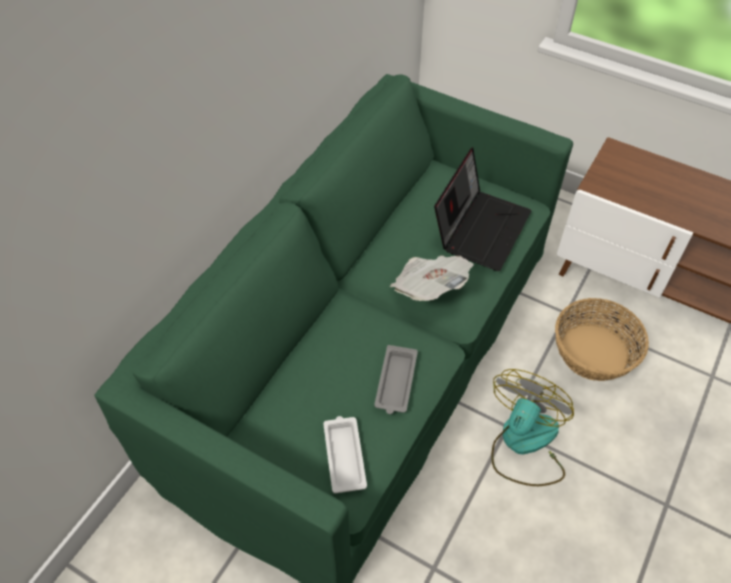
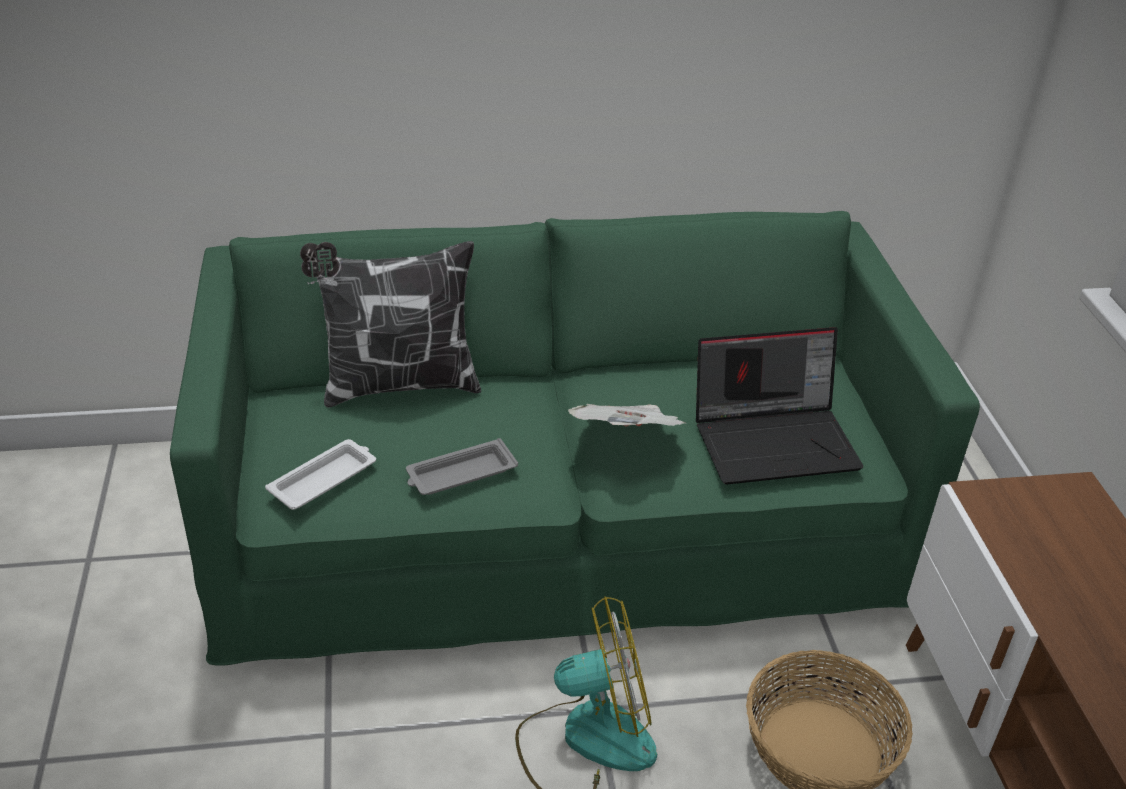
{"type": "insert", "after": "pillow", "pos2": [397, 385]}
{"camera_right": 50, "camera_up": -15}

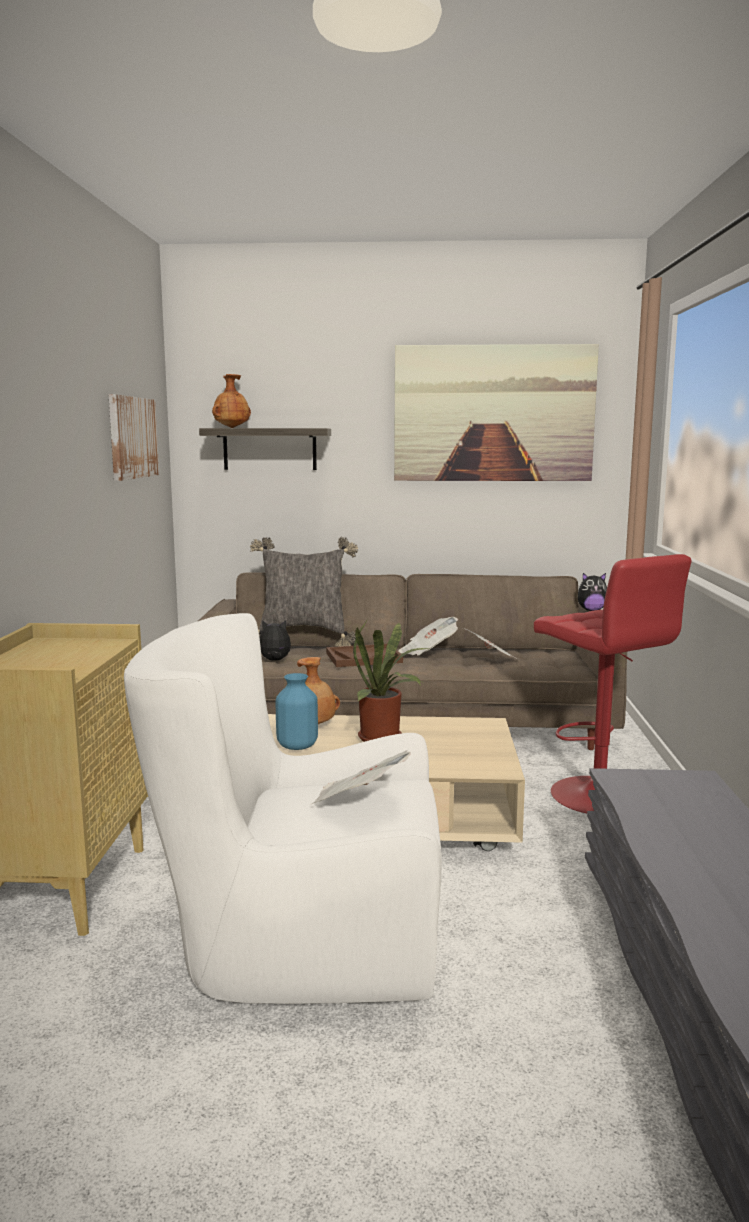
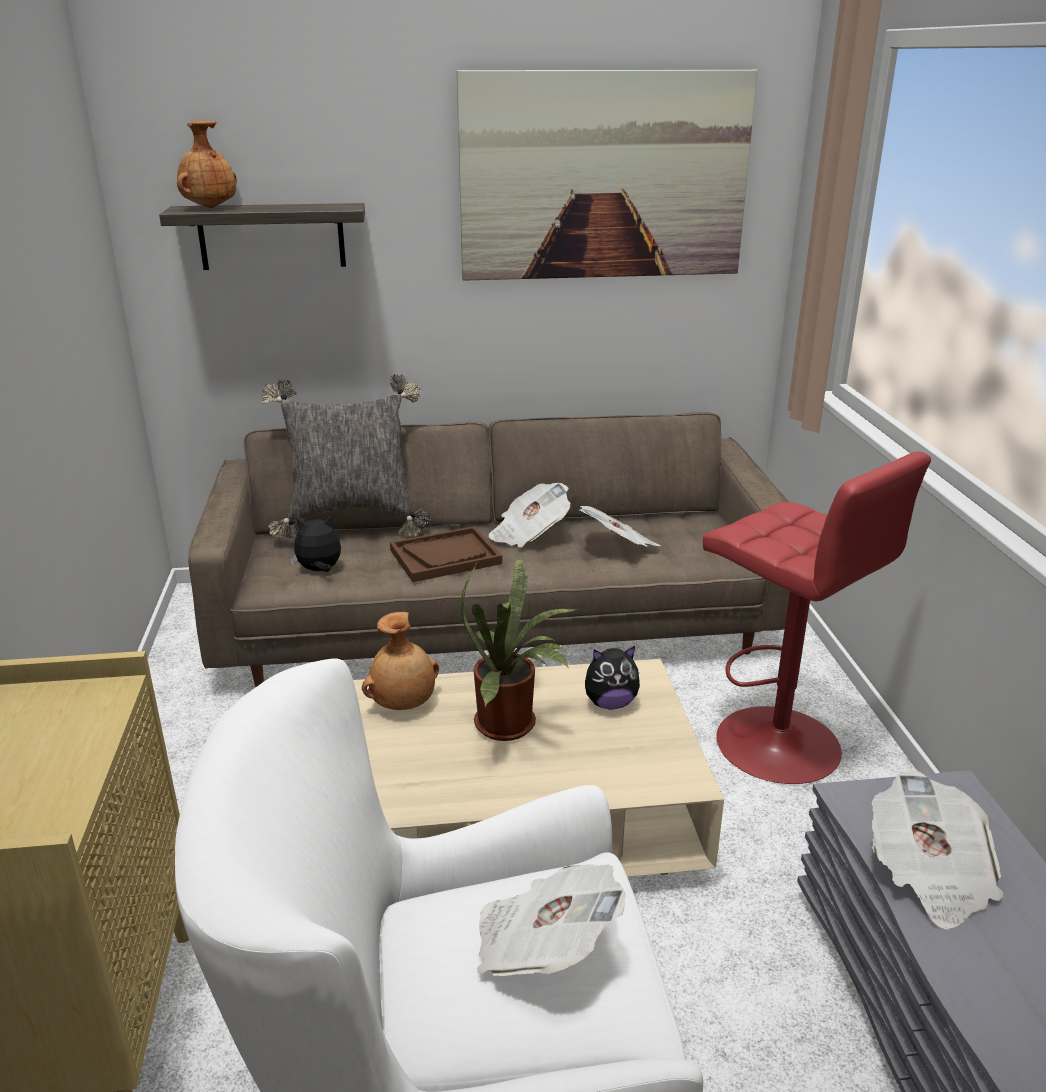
{"type": "delete", "before": "wall picture", "pos1": [132, 437]}
{"type": "delete", "before": "bluish flower vase", "pos1": [297, 746]}
{"type": "move", "before": "soft toy", "pos1": [591, 610], "pos2": [610, 703]}
{"type": "insert", "after": "newspaper", "pos2": [929, 875]}
{"camera_right": -10, "camera_up": 15}

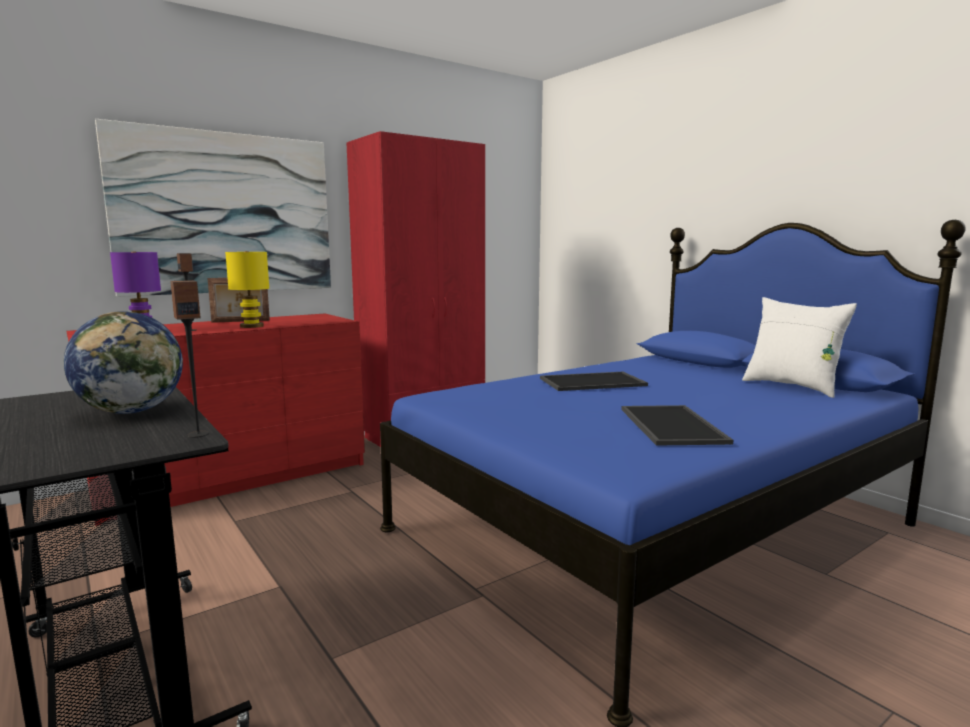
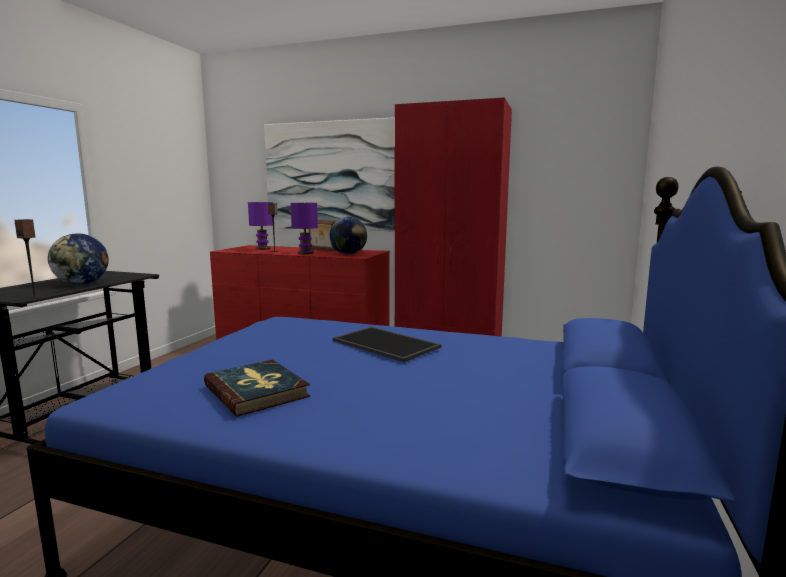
{"type": "recolor", "before": "yellow-coloured lamp for a table", "after": "purplish lamp for a table", "pos1": [252, 326], "pos2": [306, 253]}
{"type": "replace", "before": "tray", "after": "volume", "pos1": [669, 425], "pos2": [257, 391]}
{"type": "delete", "before": "white pillow", "pos1": [791, 387]}
{"type": "insert", "after": "globe", "pos2": [348, 254]}
{"camera_right": 55, "camera_up": 0}

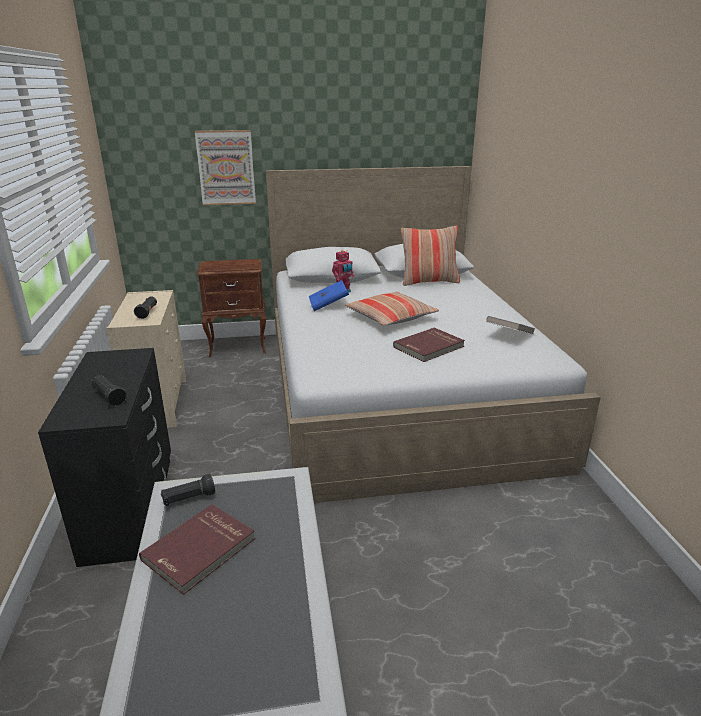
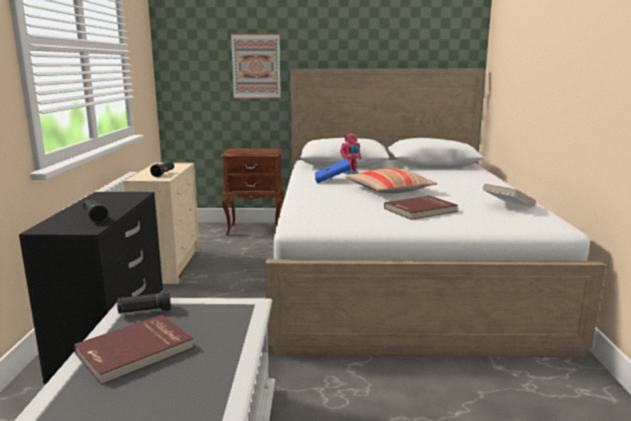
{"type": "delete", "before": "pillow", "pos1": [429, 281]}
{"camera_right": 10, "camera_up": -10}

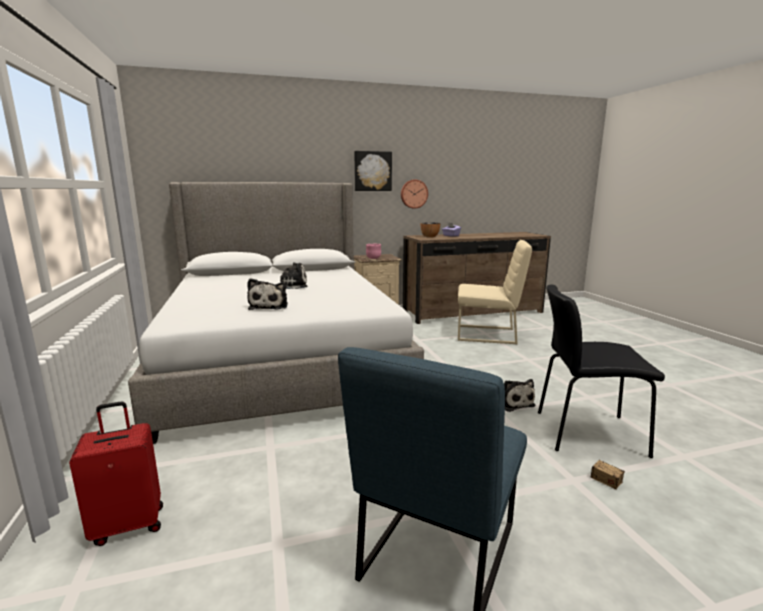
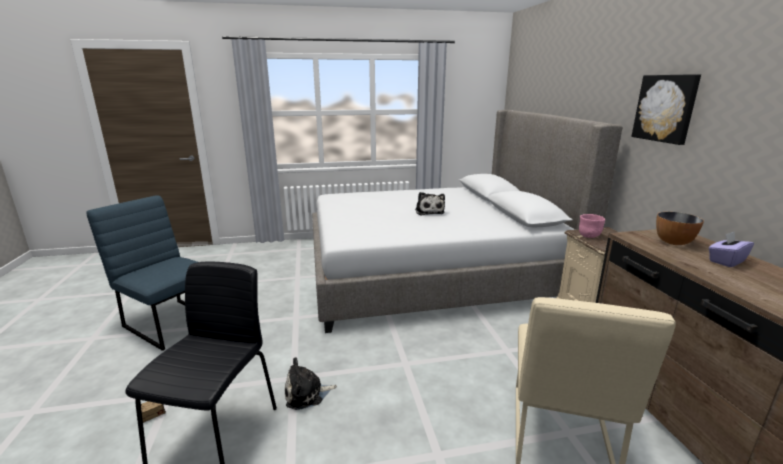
{"type": "delete", "before": "red piece of luggage", "pos1": [129, 524]}
{"type": "delete", "before": "soft toy", "pos1": [269, 306]}
{"type": "delete", "before": "hanging clock", "pos1": [413, 194]}
{"camera_right": 95, "camera_up": 5}

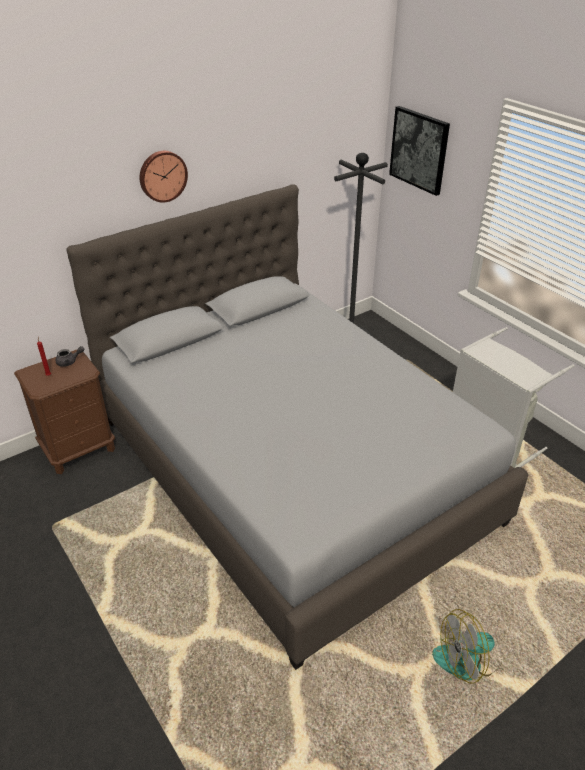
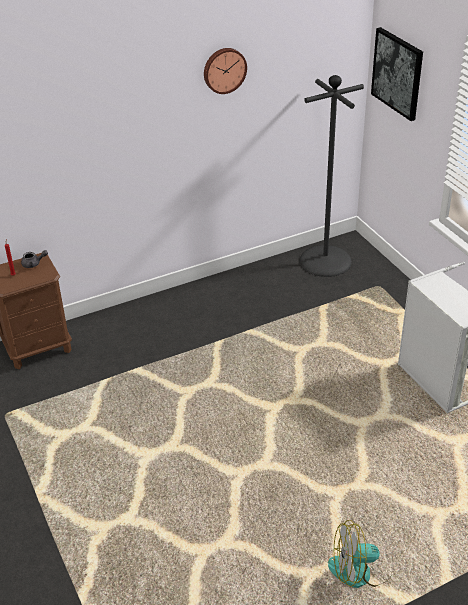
{"type": "delete", "before": "grey bedroom bed", "pos1": [292, 468]}
{"type": "move", "before": "hanging clock", "pos1": [162, 176], "pos2": [224, 70]}
{"camera_right": 10, "camera_up": 0}

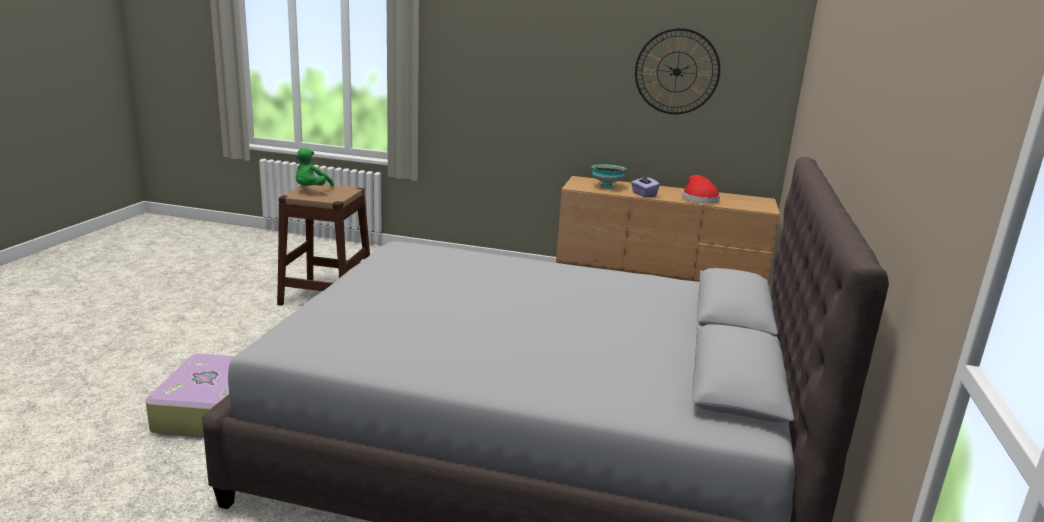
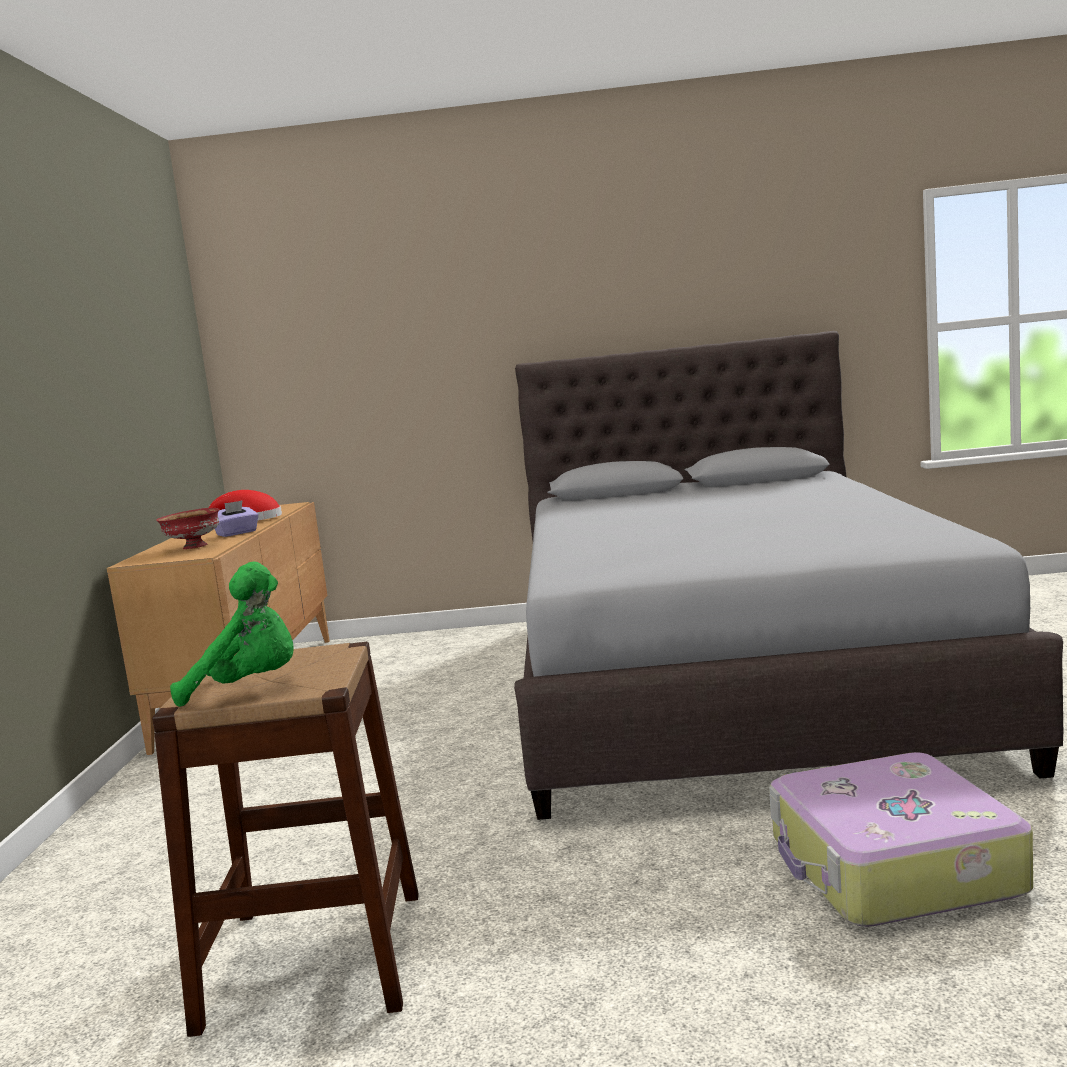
{"type": "recolor", "before": "blue-green serving bowl", "after": "red serving bowl", "pos1": [606, 187], "pos2": [193, 547]}
{"type": "delete", "before": "hanging clock", "pos1": [677, 72]}
{"camera_right": -100, "camera_up": -10}

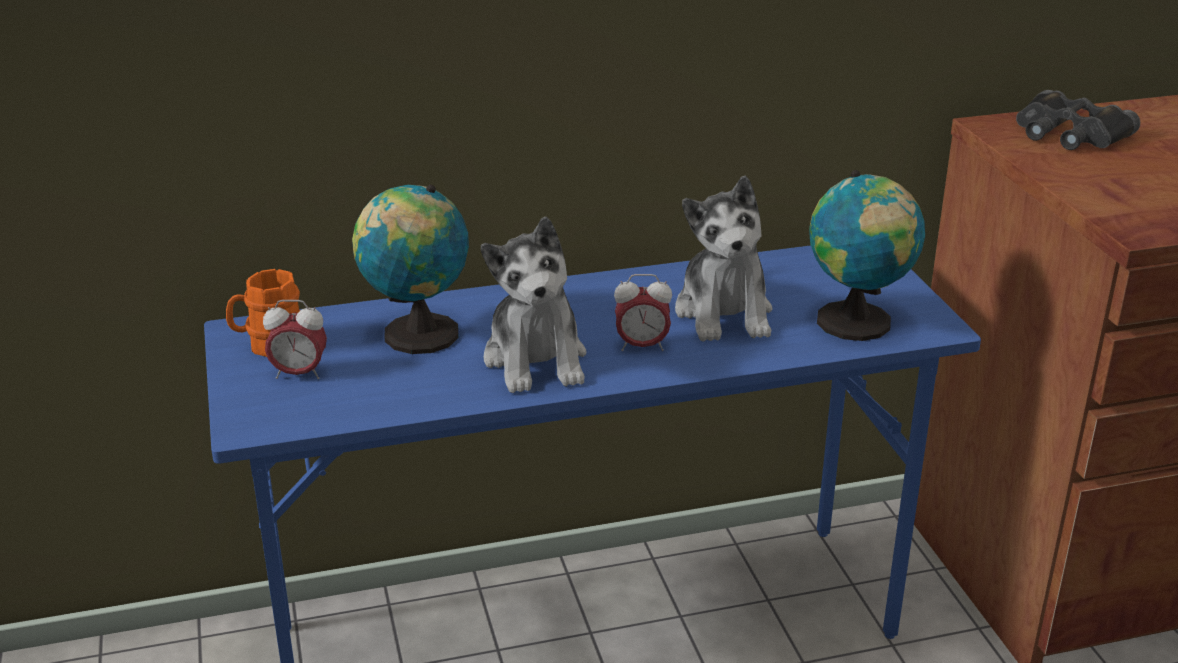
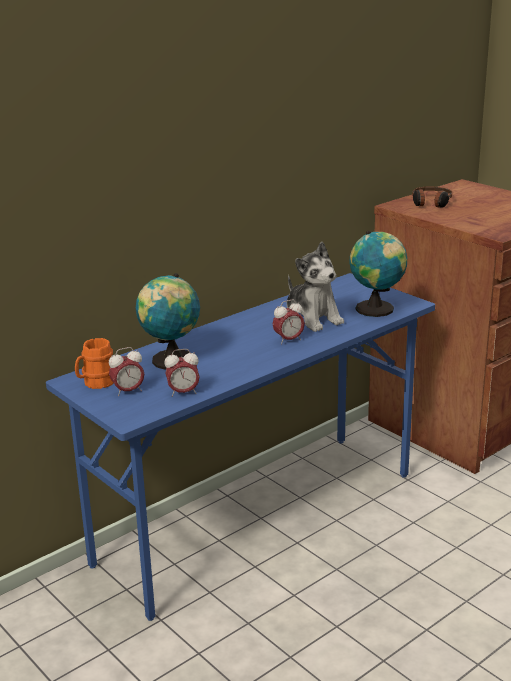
{"type": "delete", "before": "soft toy", "pos1": [536, 360]}
{"type": "replace", "before": "black-coloured binoculars", "after": "pair of headphones", "pos1": [1069, 134], "pos2": [431, 203]}
{"type": "insert", "after": "table clock", "pos2": [183, 392]}
{"camera_right": -25, "camera_up": -5}

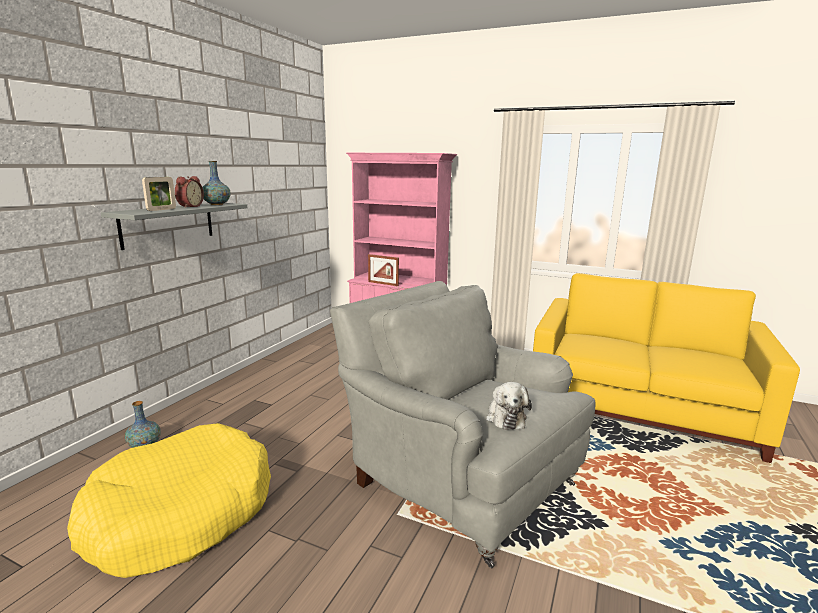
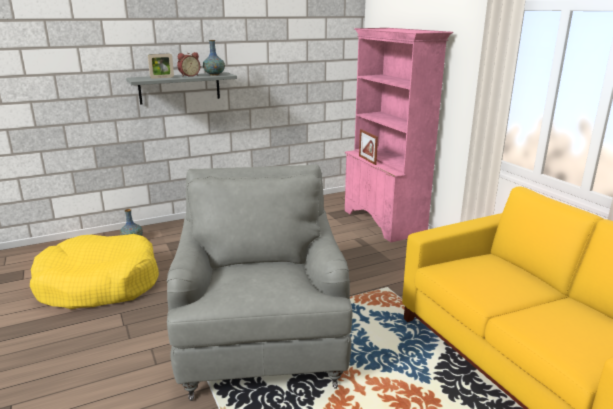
{"type": "delete", "before": "soft toy", "pos1": [505, 417]}
{"camera_right": 40, "camera_up": 5}

